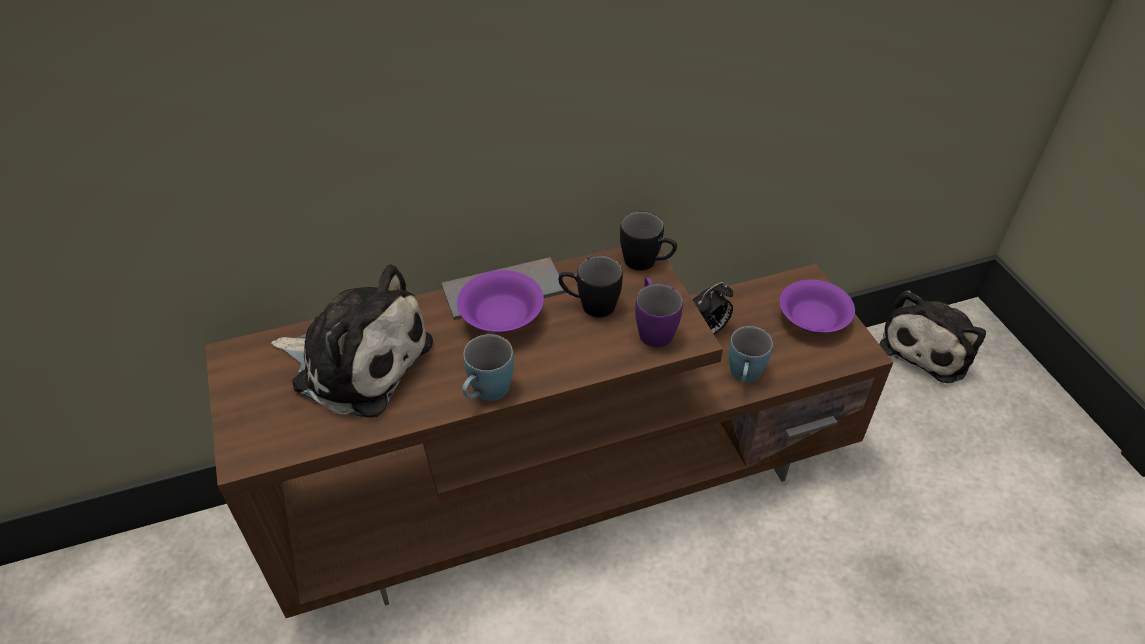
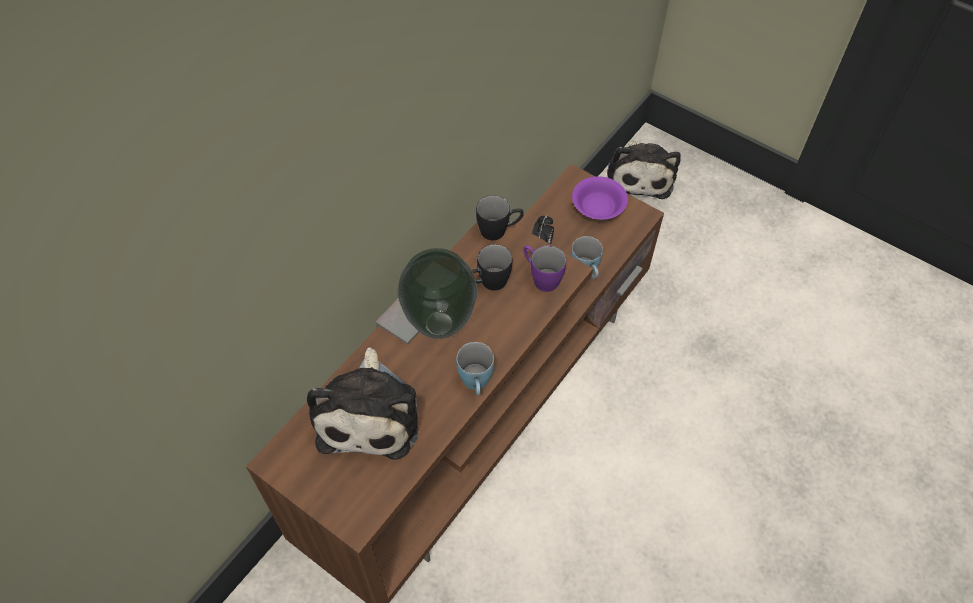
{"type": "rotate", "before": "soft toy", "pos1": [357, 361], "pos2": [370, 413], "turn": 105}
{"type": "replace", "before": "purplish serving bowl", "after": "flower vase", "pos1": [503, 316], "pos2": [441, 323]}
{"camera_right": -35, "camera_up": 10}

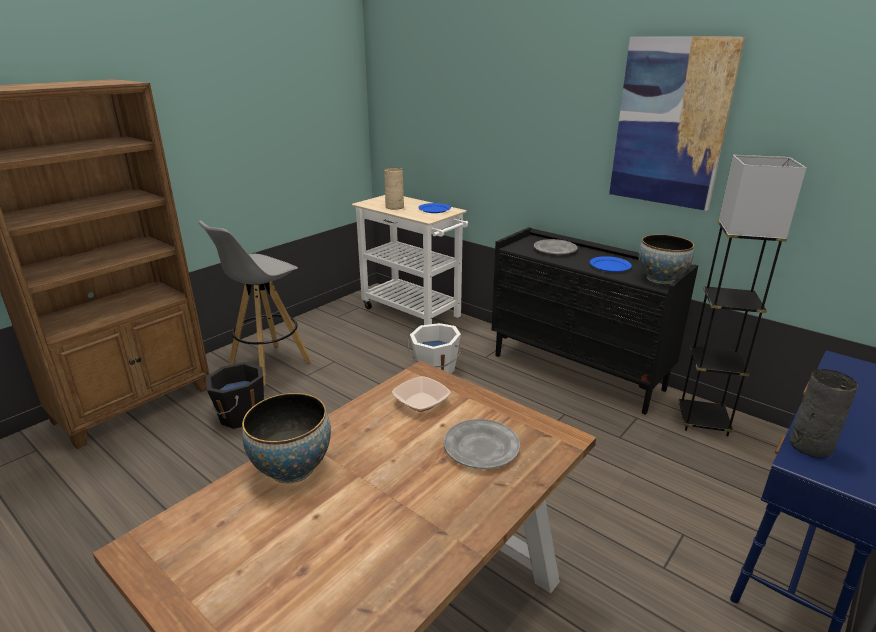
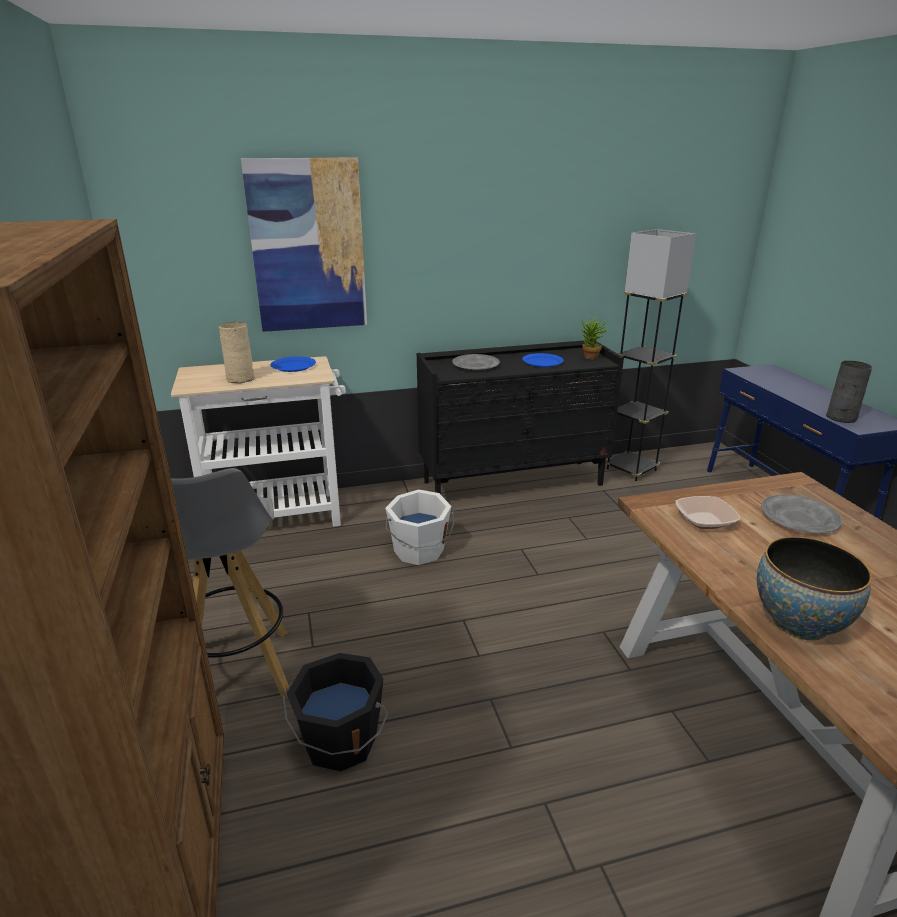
{"type": "move", "before": "wall picture", "pos1": [671, 123], "pos2": [308, 246]}
{"type": "replace", "before": "serving bowl", "after": "houseplant", "pos1": [660, 279], "pos2": [590, 358]}
{"camera_right": -55, "camera_up": 0}

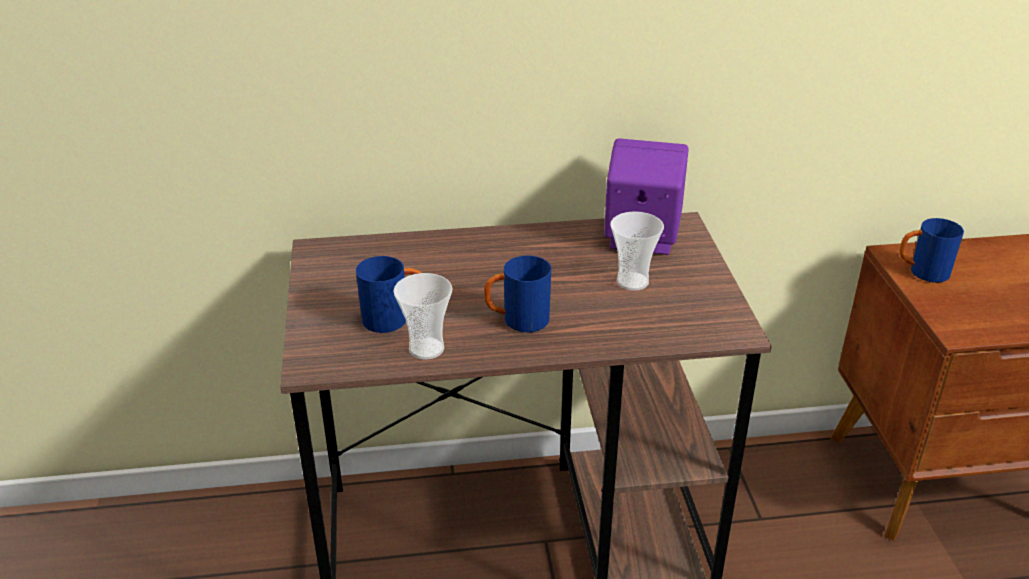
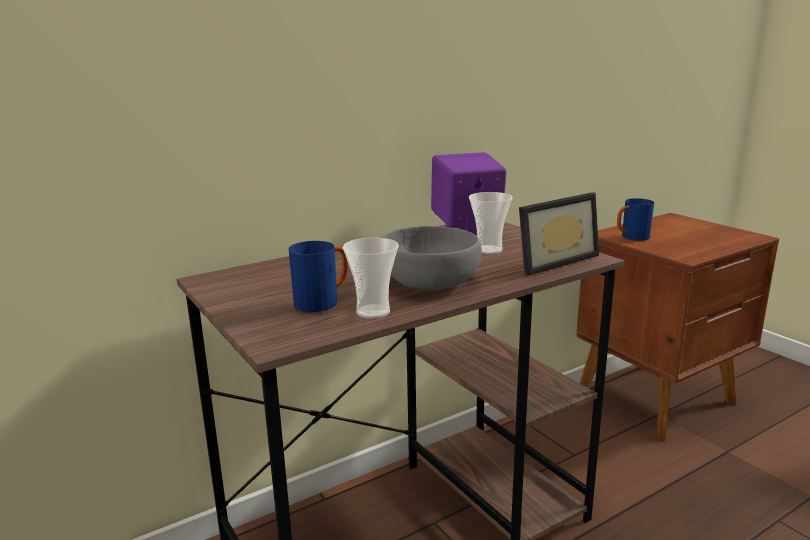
{"type": "replace", "before": "bluish tea mug", "after": "grey serving bowl", "pos1": [517, 321], "pos2": [430, 283]}
{"type": "insert", "after": "picture frame", "pos2": [551, 261]}
{"camera_right": -25, "camera_up": -15}

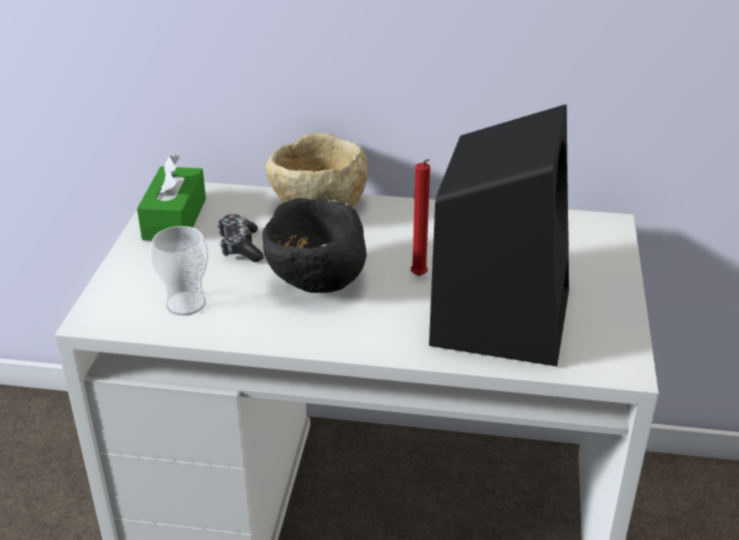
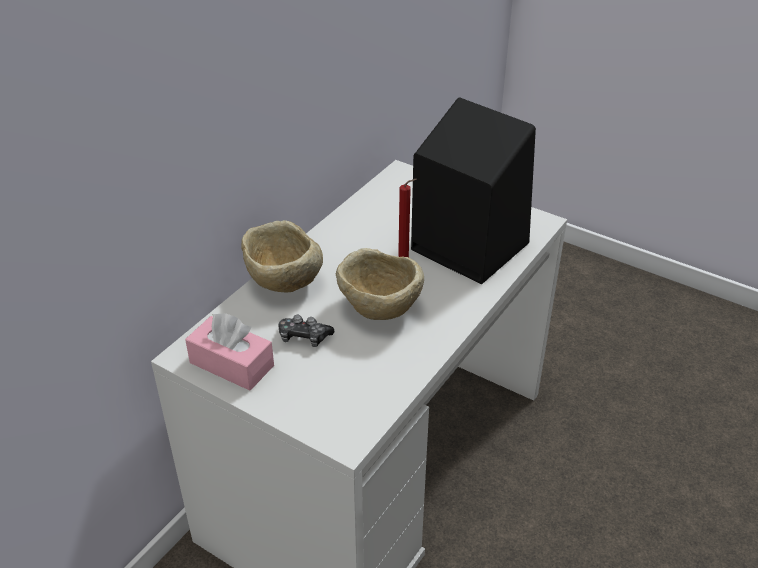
{"type": "recolor", "before": "green-coloured tissue holder", "after": "pink-coloured tissue holder", "pos1": [174, 219], "pos2": [231, 364]}
{"type": "delete", "before": "small cup", "pos1": [186, 304]}
{"type": "recolor", "before": "black-coloured serving bowl", "after": "beige serving bowl", "pos1": [316, 282], "pos2": [379, 312]}
{"camera_right": -65, "camera_up": 5}

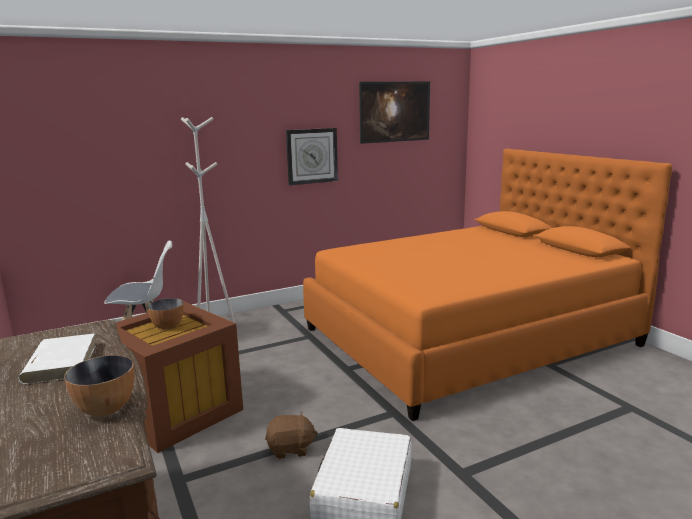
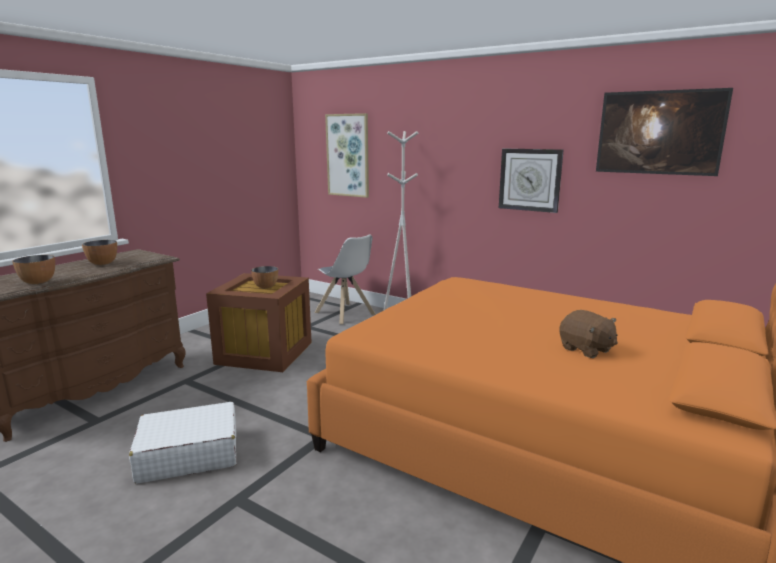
{"type": "replace", "before": "white volume", "after": "serving bowl", "pos1": [61, 362], "pos2": [103, 263]}
{"type": "move", "before": "brown-coloured soft toy", "pos1": [291, 449], "pos2": [586, 349]}
{"type": "insert", "after": "wall picture", "pos2": [348, 155]}
{"camera_right": 60, "camera_up": 0}

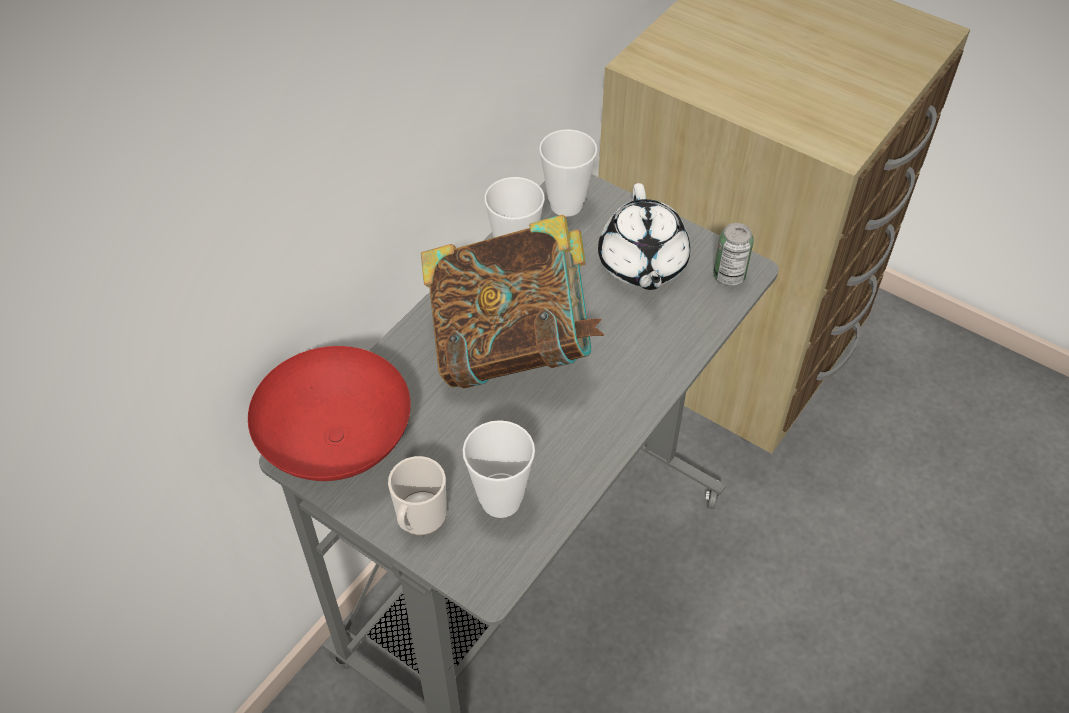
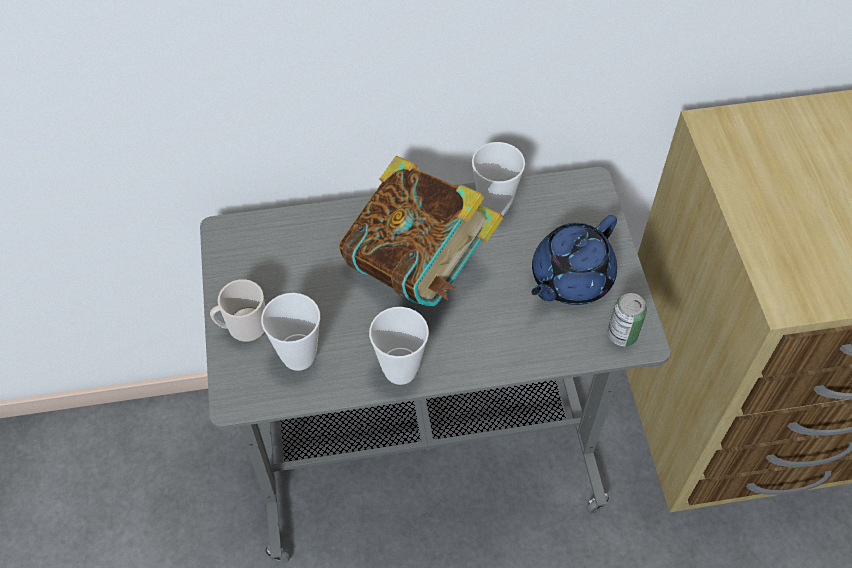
{"type": "delete", "before": "red serving bowl", "pos1": [335, 444]}
{"type": "move", "before": "small cup", "pos1": [566, 205], "pos2": [400, 370]}
{"type": "recolor", "before": "white teapot", "after": "bluish teapot", "pos1": [642, 265], "pos2": [570, 279]}
{"camera_right": 45, "camera_up": 5}

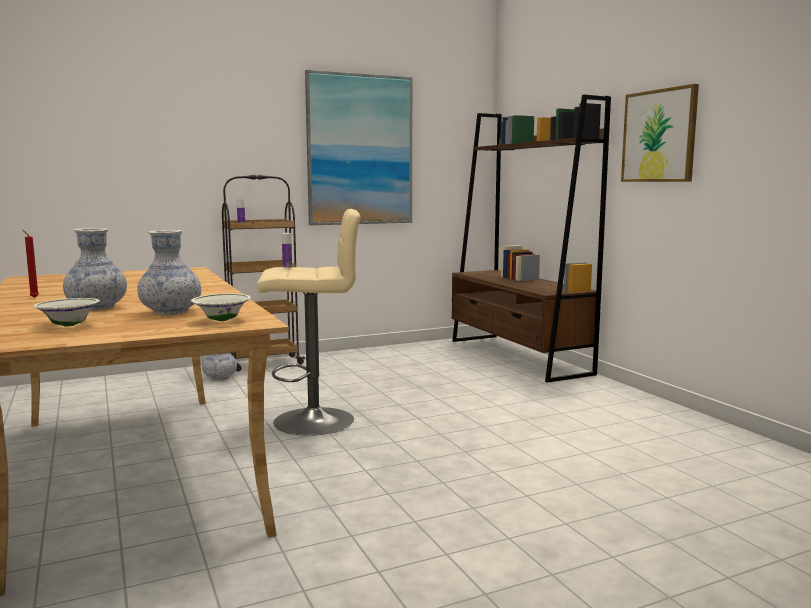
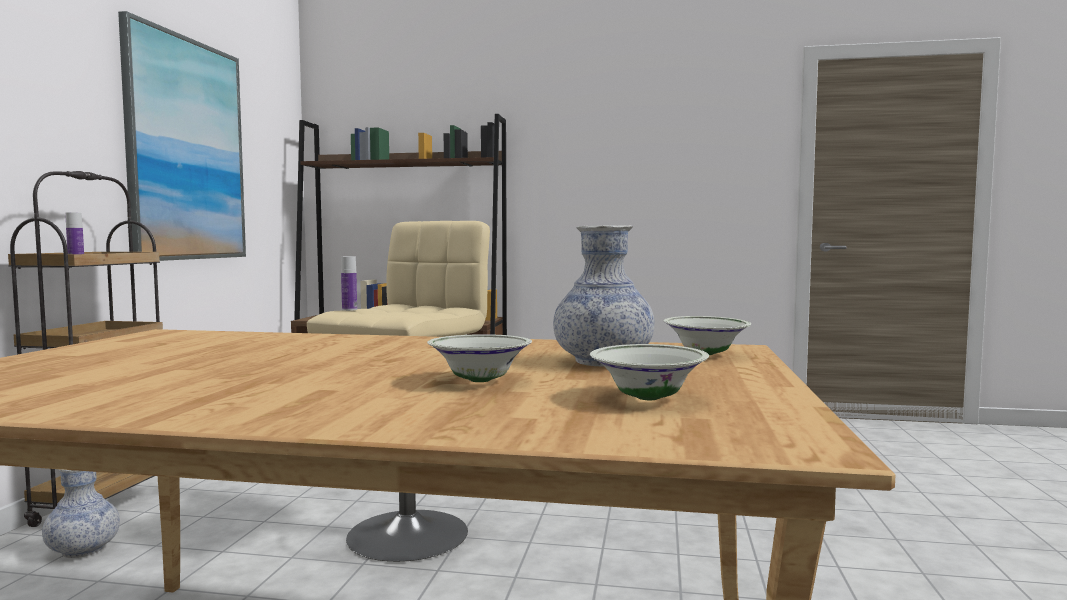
{"type": "delete", "before": "red wax candle", "pos1": [33, 297]}
{"type": "replace", "before": "flower vase", "after": "white serving bowl", "pos1": [97, 307], "pos2": [480, 381]}
{"type": "delete", "before": "wall picture", "pos1": [659, 136]}
{"camera_right": -55, "camera_up": -5}

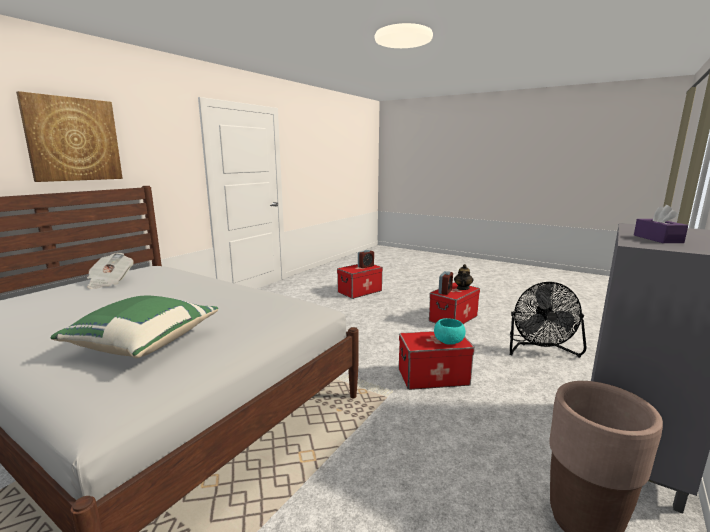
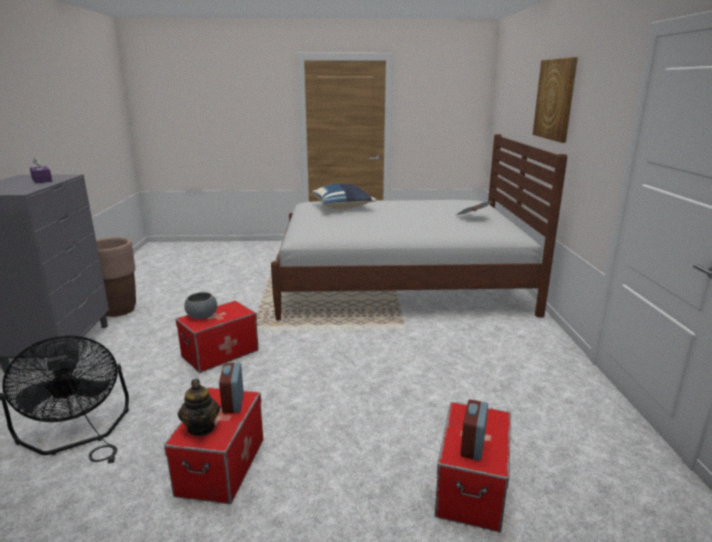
{"type": "recolor", "before": "green-coloured pillow", "after": "bluish pillow", "pos1": [143, 344], "pos2": [342, 208]}
{"type": "recolor", "before": "blue-green serving bowl", "after": "grey serving bowl", "pos1": [449, 342], "pos2": [202, 316]}
{"camera_right": 145, "camera_up": 5}

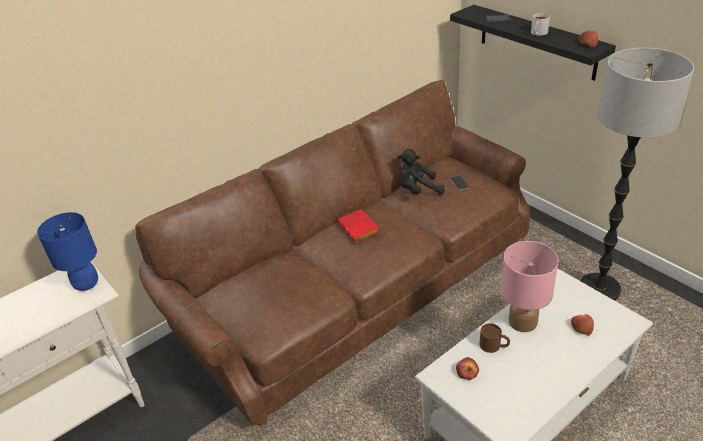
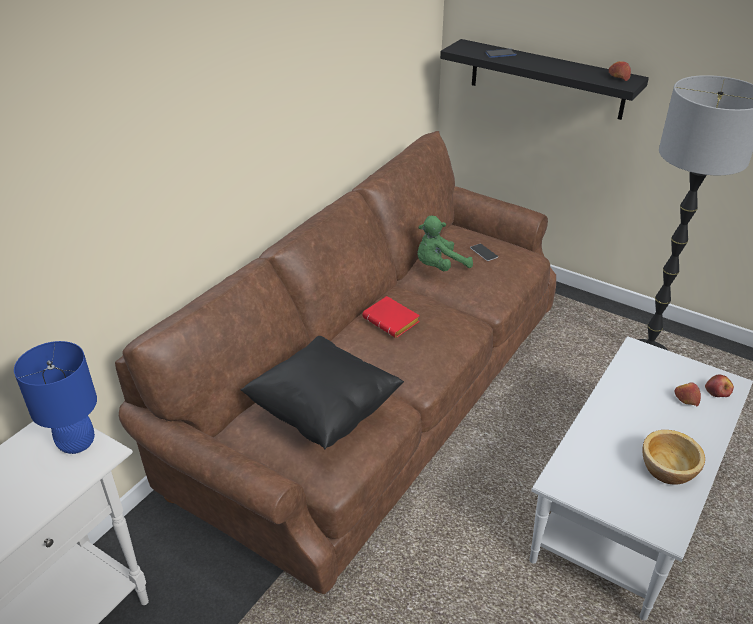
{"type": "recolor", "before": "black-coloured soft toy", "after": "green-coloured soft toy", "pos1": [417, 190], "pos2": [439, 267]}
{"type": "move", "before": "apple", "pos1": [467, 372], "pos2": [718, 391]}
{"type": "delete", "before": "brown-coloured tea mug", "pos1": [494, 346]}
{"type": "delete", "before": "pink-coloured lamp for a table", "pos1": [522, 322]}
{"type": "delete", "before": "white tea mug", "pos1": [538, 33]}
{"type": "insert", "after": "black-coloured pillow", "pos2": [324, 412]}
{"type": "insert", "after": "serving bowl", "pos2": [669, 469]}
{"camera_right": -20, "camera_up": 0}

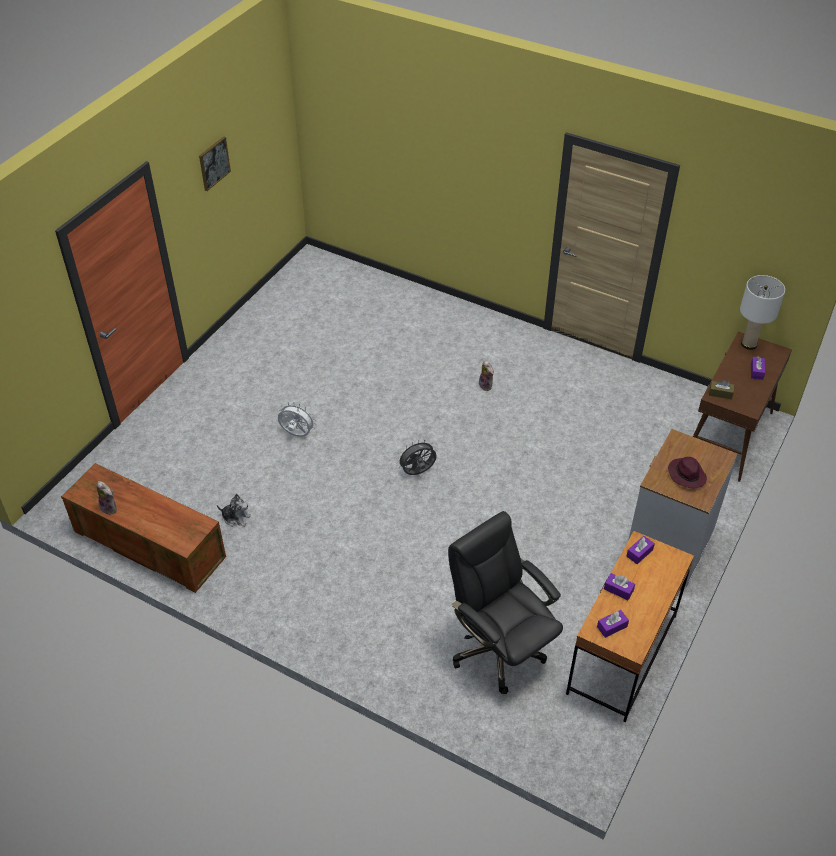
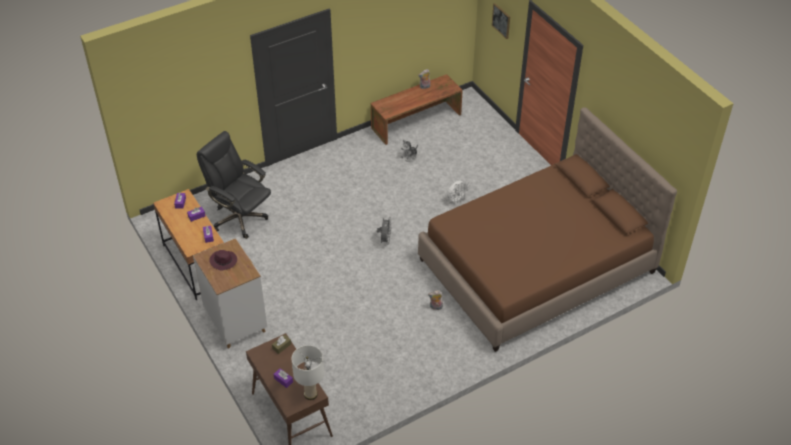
{"type": "move", "before": "wall picture", "pos1": [214, 163], "pos2": [501, 20]}
{"type": "rotate", "before": "black-coloured desk chair", "pos1": [500, 652], "pos2": [241, 219], "turn": -135}
{"type": "insert", "after": "brown-coloured bedroom bed", "pos2": [537, 266]}
{"camera_right": 120, "camera_up": 0}

